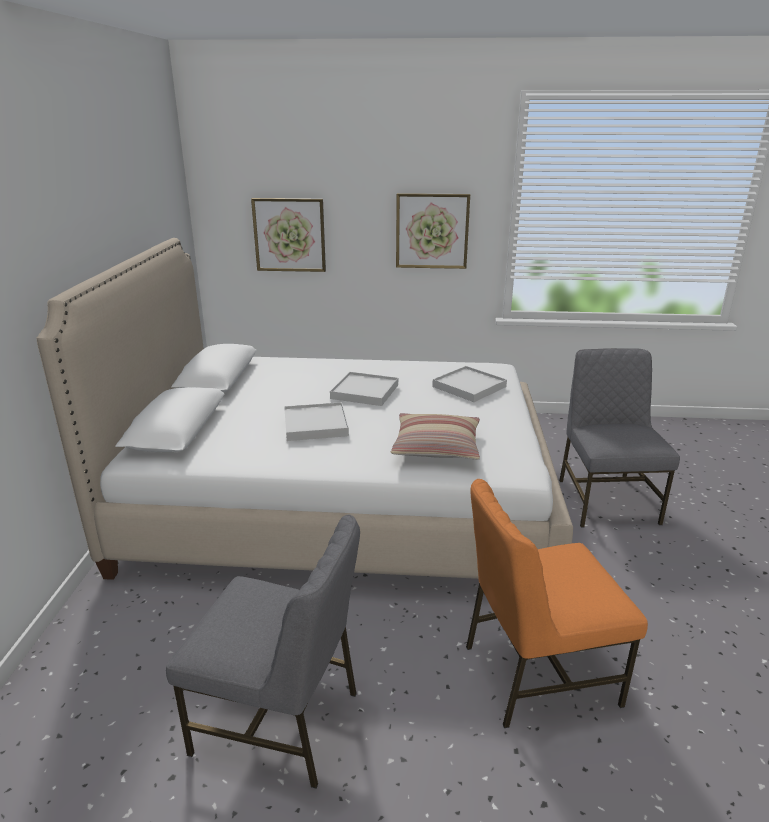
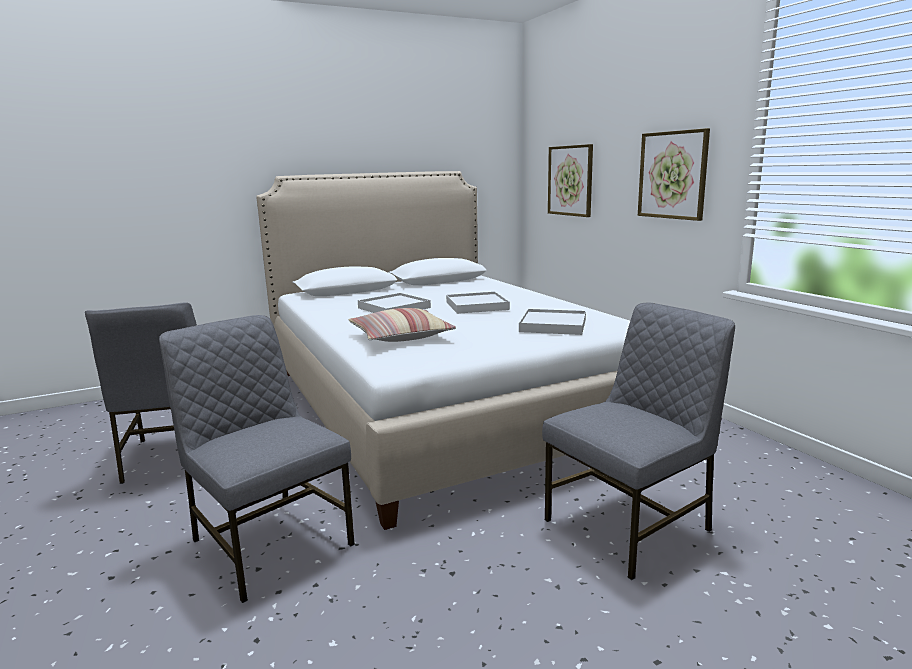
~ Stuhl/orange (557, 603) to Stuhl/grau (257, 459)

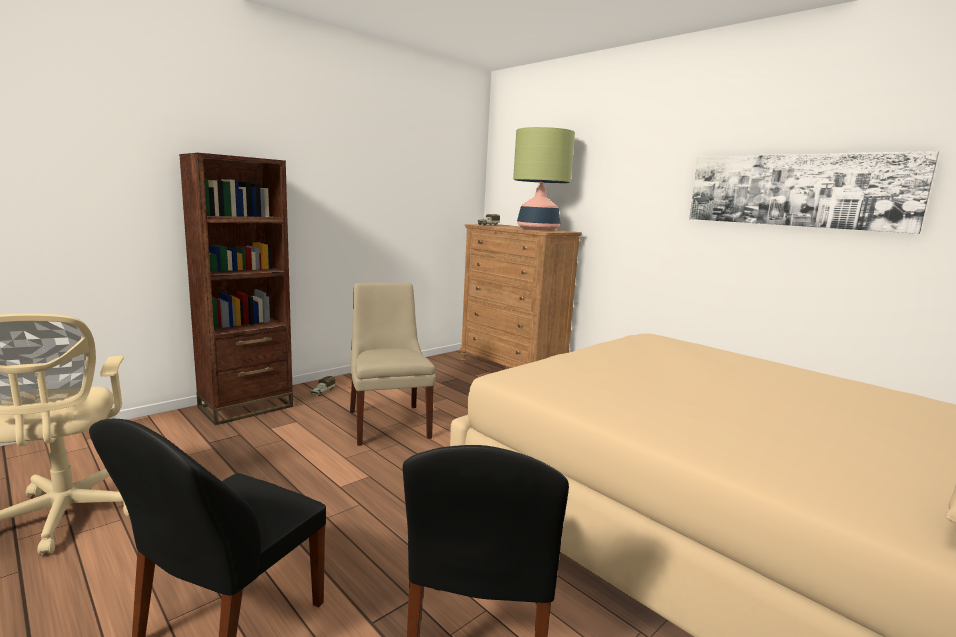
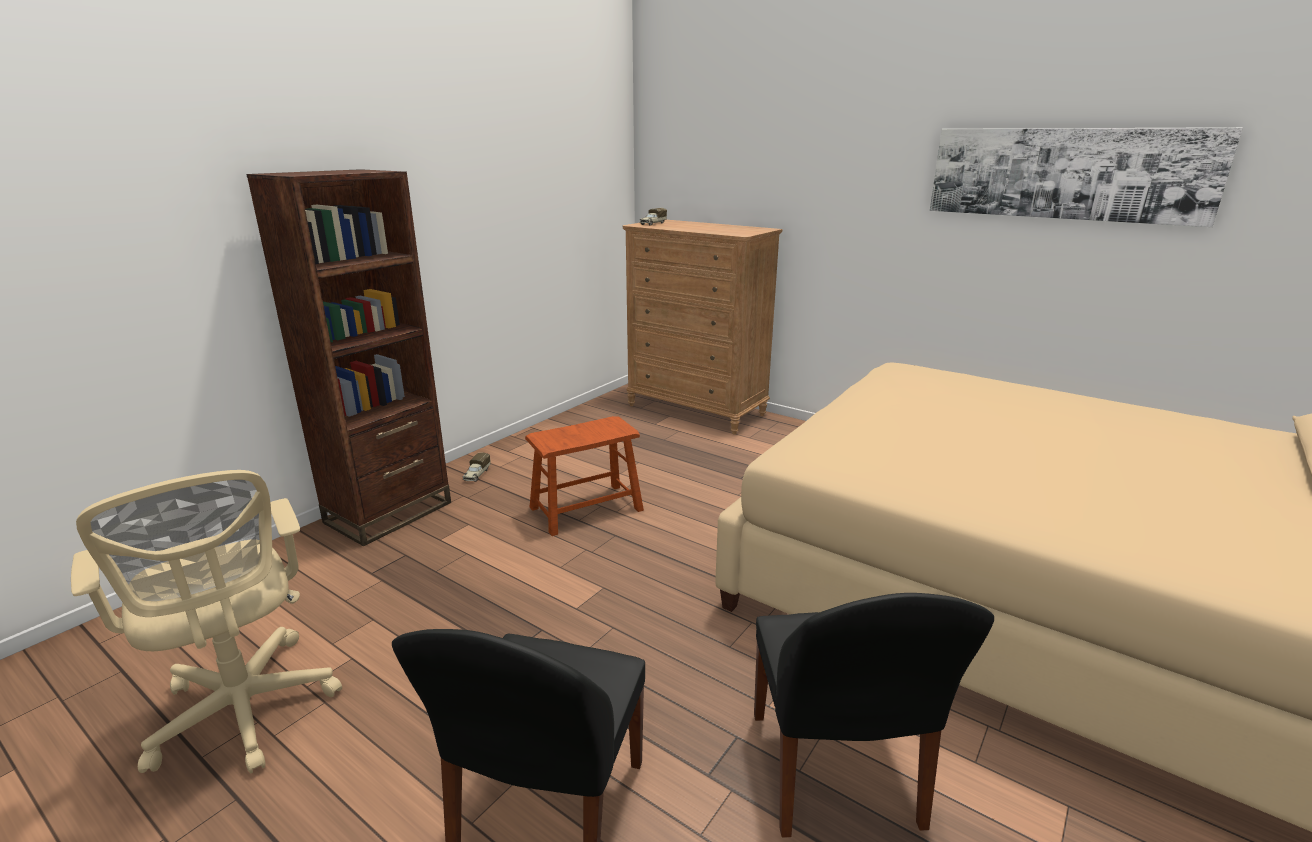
- Tischlampe (544, 179)
~ Stuhl/beige (393, 364) to Hocker/braun (584, 476)

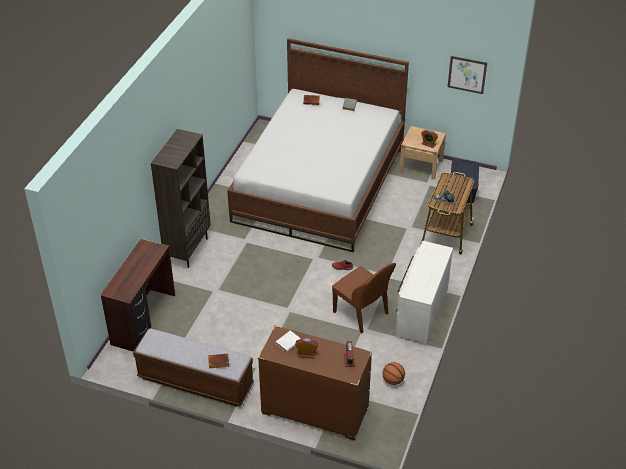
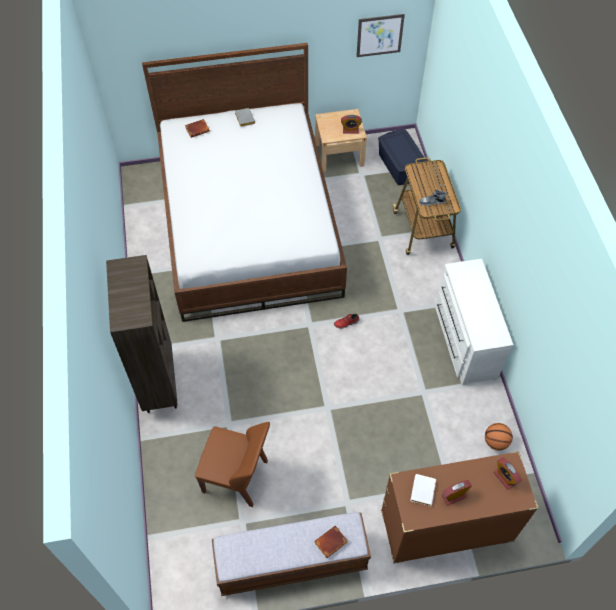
- Schreibtisch/braun (138, 295)
~ Stuhl/braun (364, 298) to (232, 464)

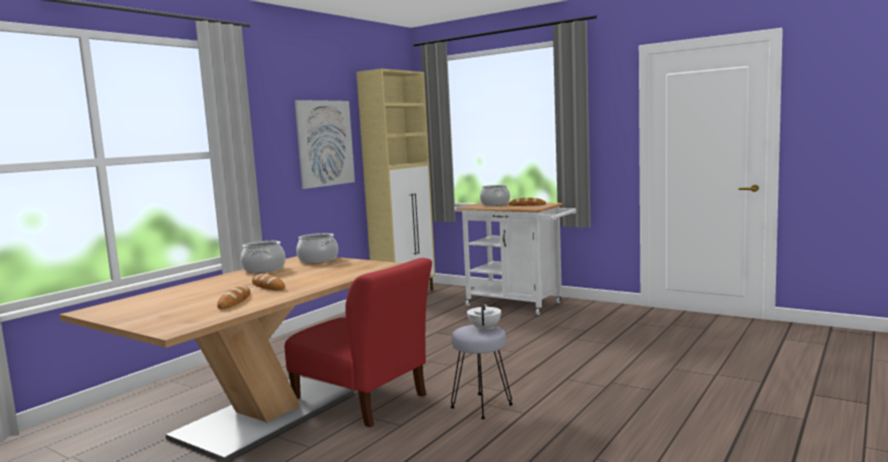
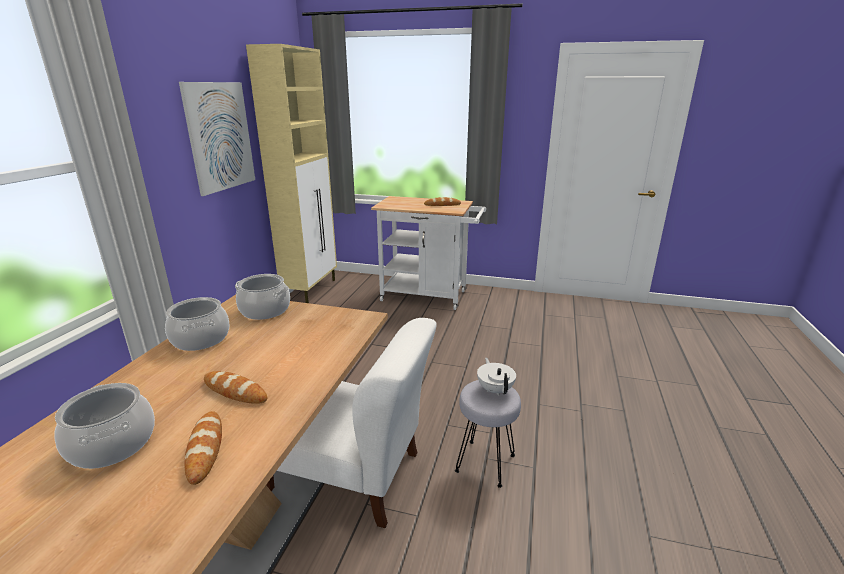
~ Kochtopf (495, 195) to (104, 426)
~ Stuhl/rot (358, 342) to Stuhl/weiß (351, 423)

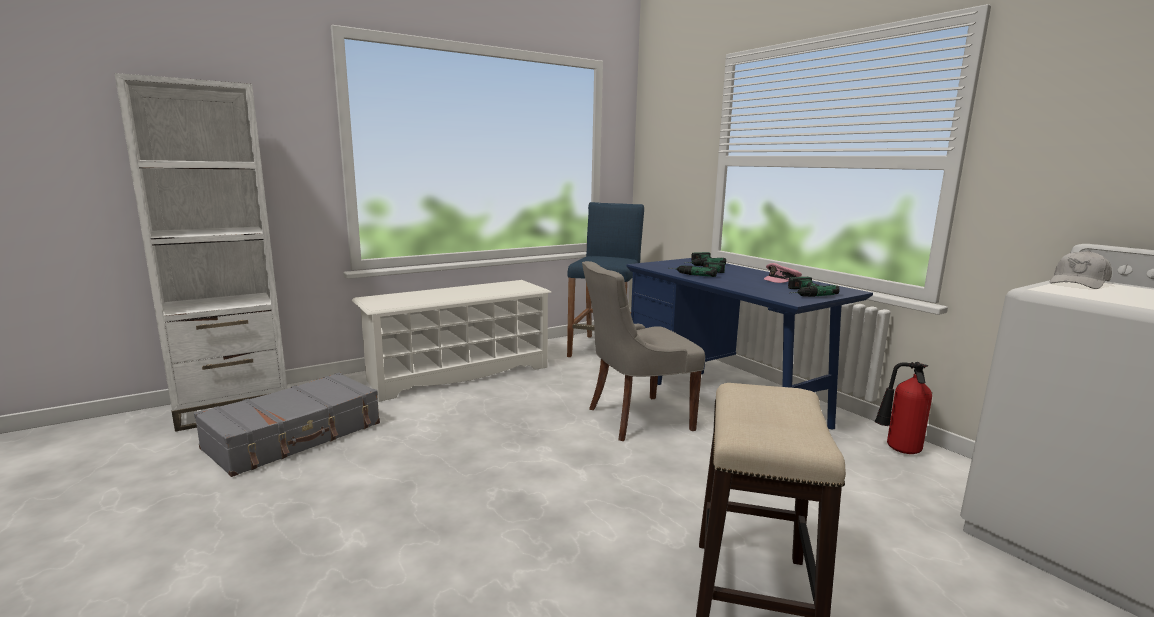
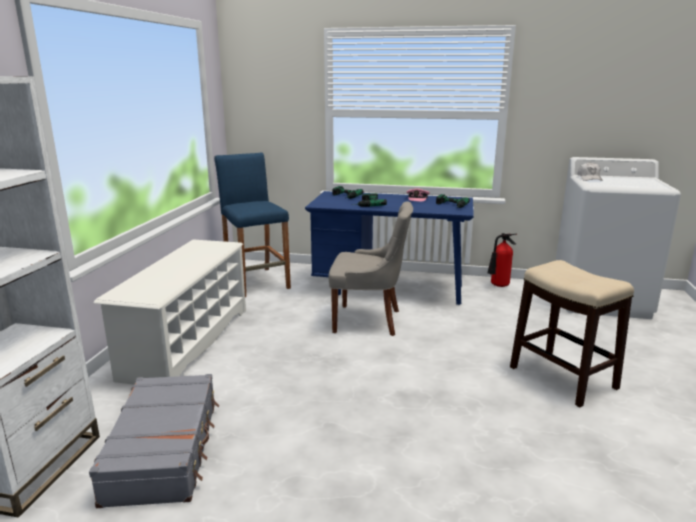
~ Stuhl/grau (643, 351) = (371, 269) 105 degrees counterclockwise

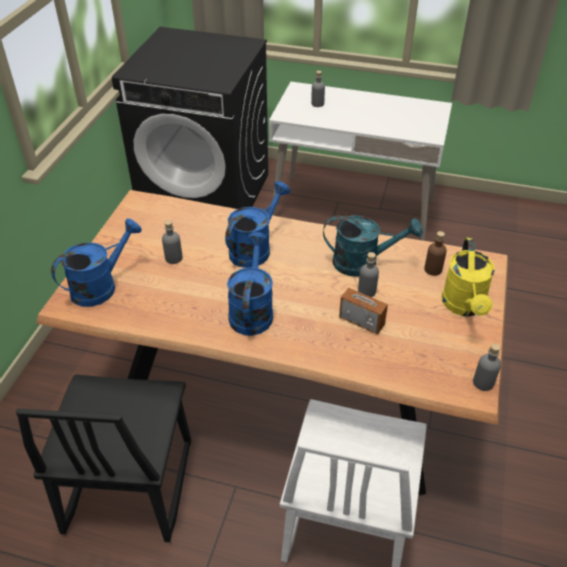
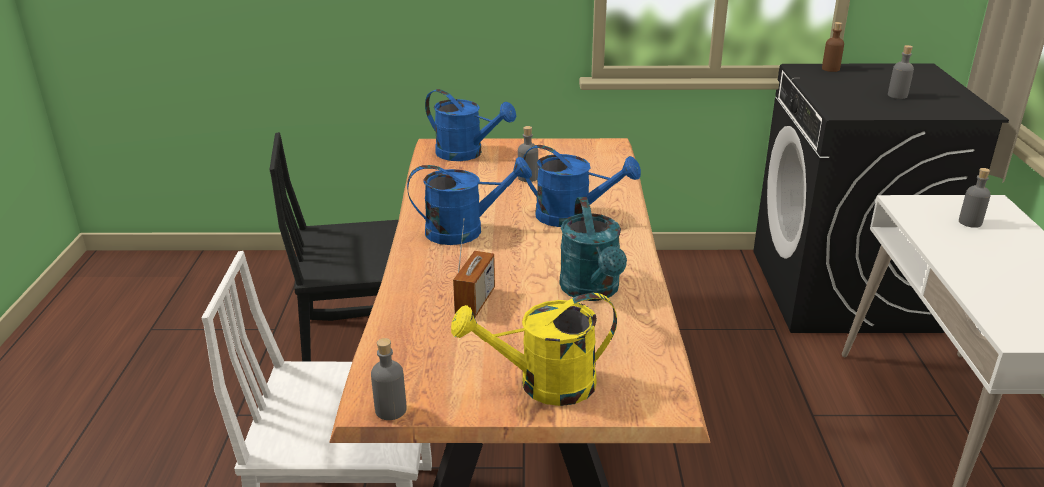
~ Flasche/grau (368, 274) to (901, 72)
~ Flasche/braun (435, 253) to (833, 47)

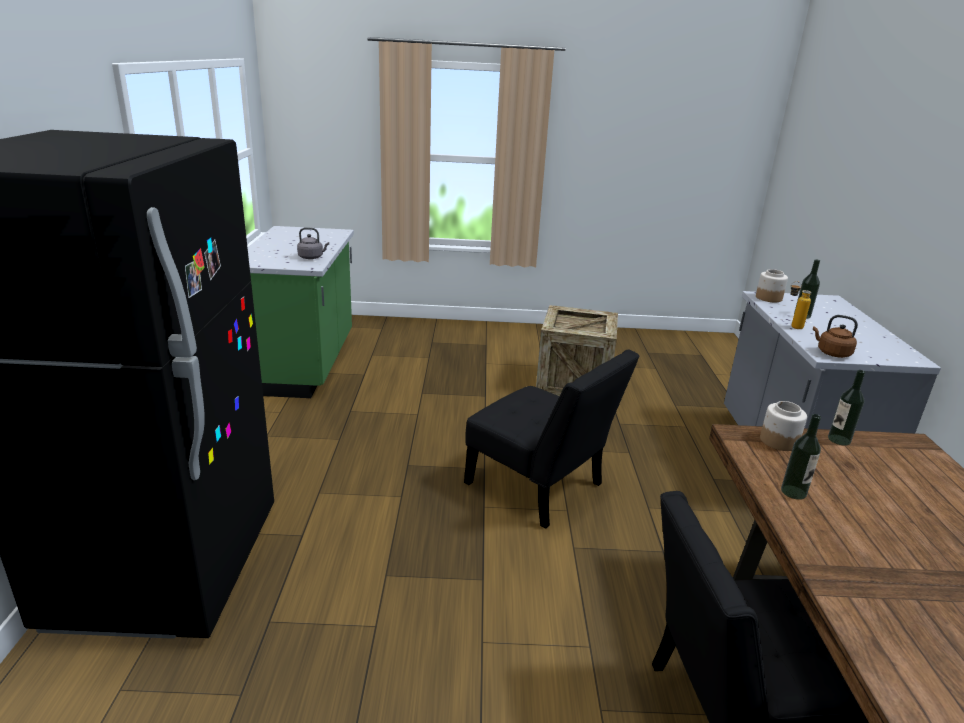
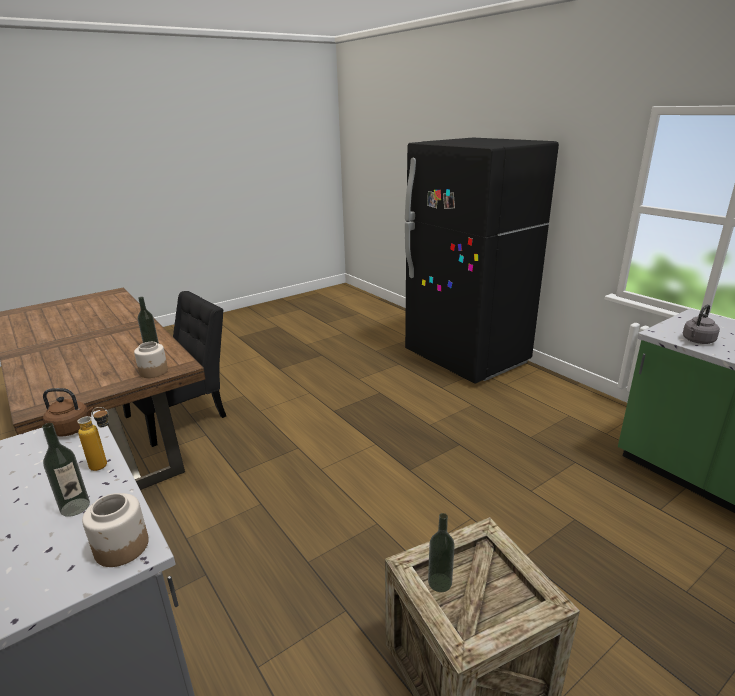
- Stuhl/schwarz (552, 439)
~ Flasche (847, 408) to (441, 552)

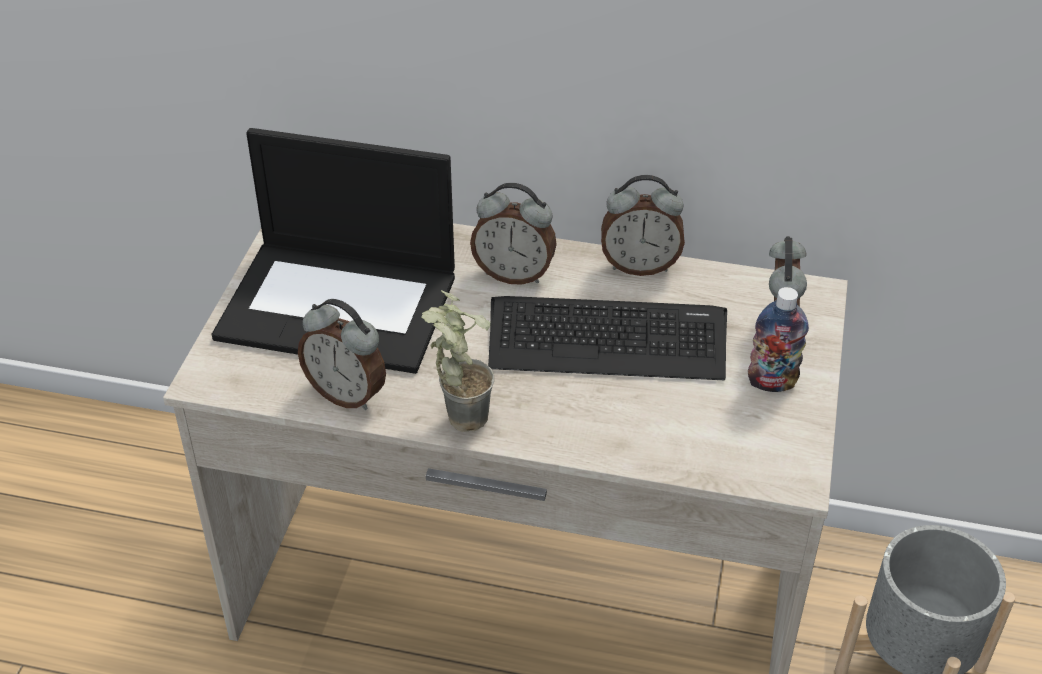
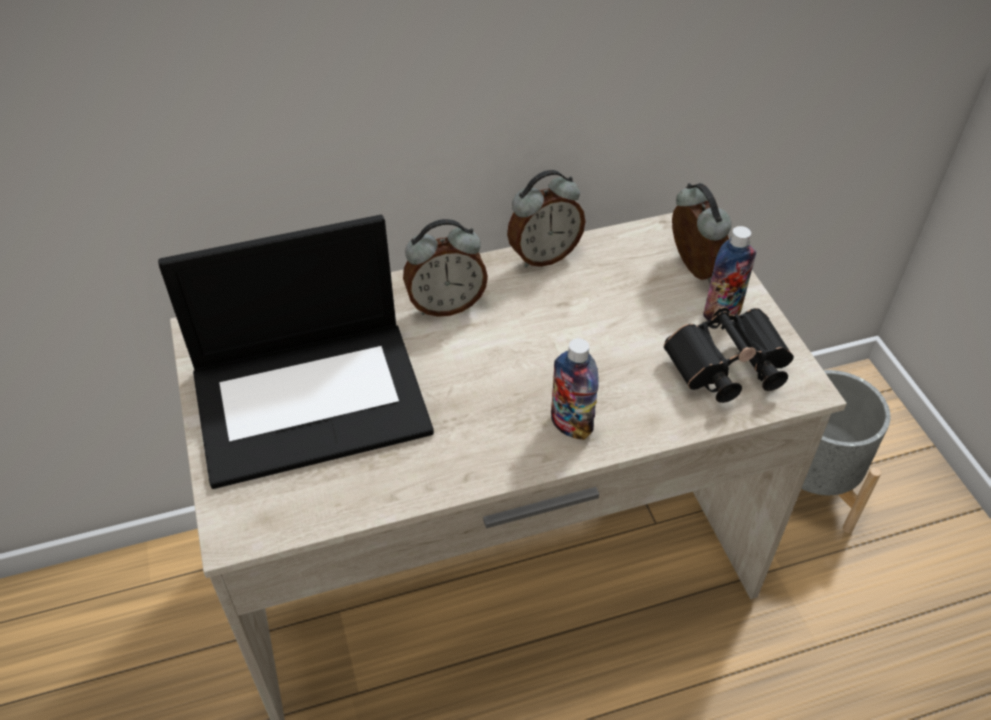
- Wecker (342, 354)
- Topfpflanze (458, 361)
- Tastatur (607, 338)
+ Flasche (575, 389)
+ Fernglas/schwarz (729, 354)

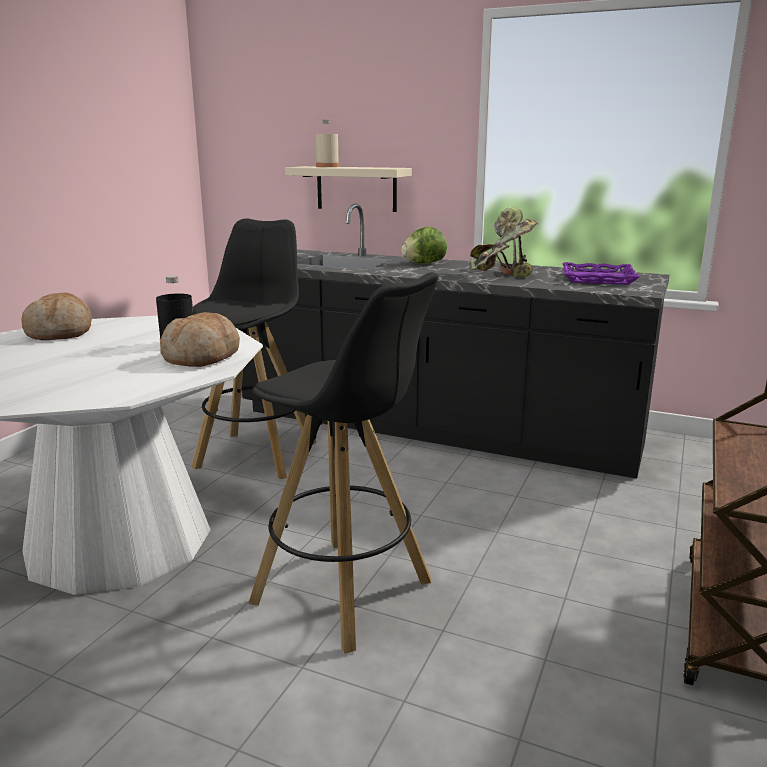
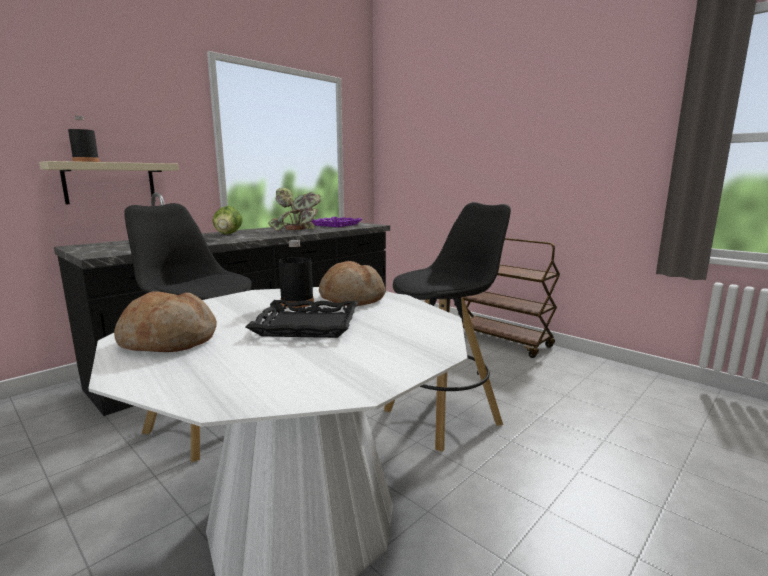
+ Tablett/schwarz (301, 319)
~ Flasche/beige (327, 143) to Flasche/schwarz (83, 139)

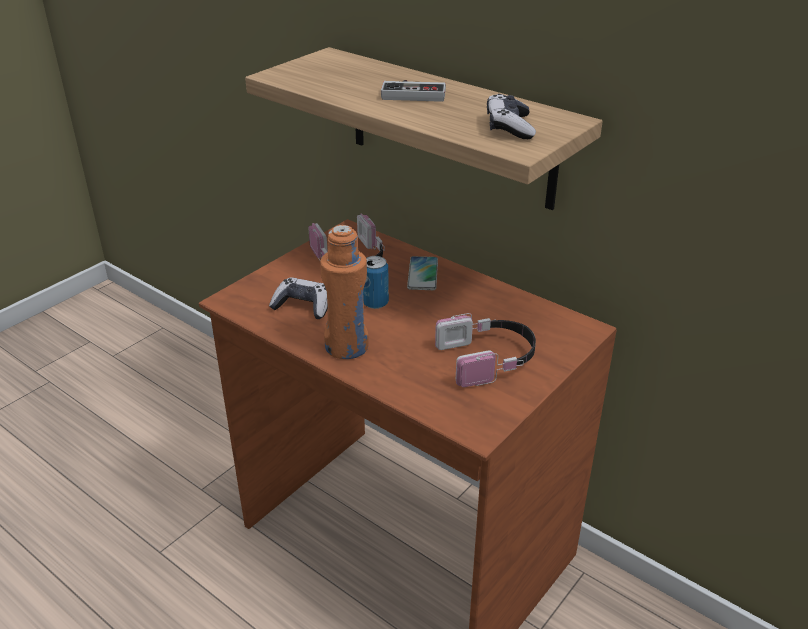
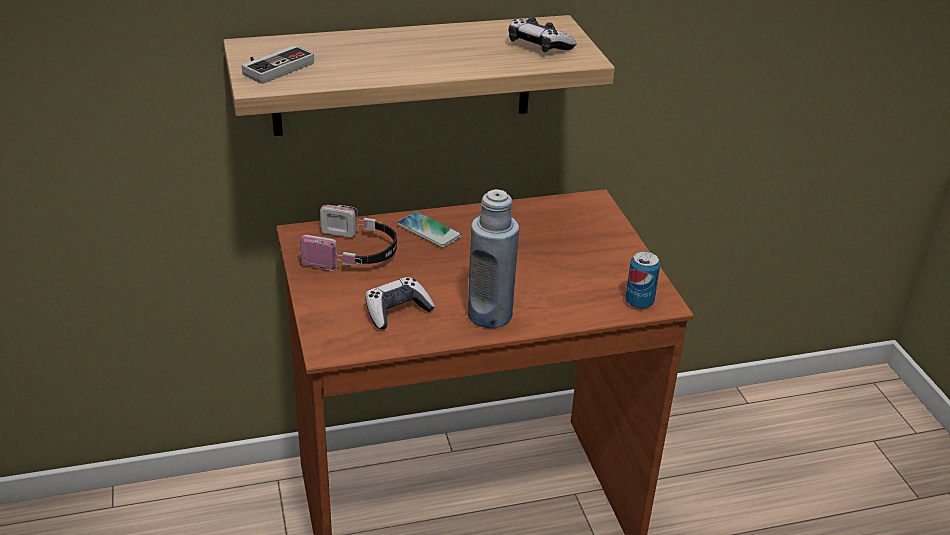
- Kopfhörer (485, 350)
~ Dose (376, 282) to (642, 280)
~ Gamepad (413, 91) to (278, 64)
~ Flasche/orange (344, 292) to Flasche/blau (493, 258)

